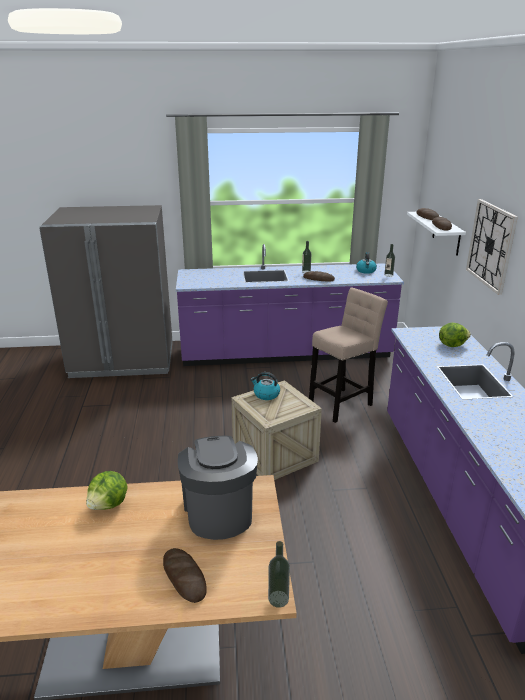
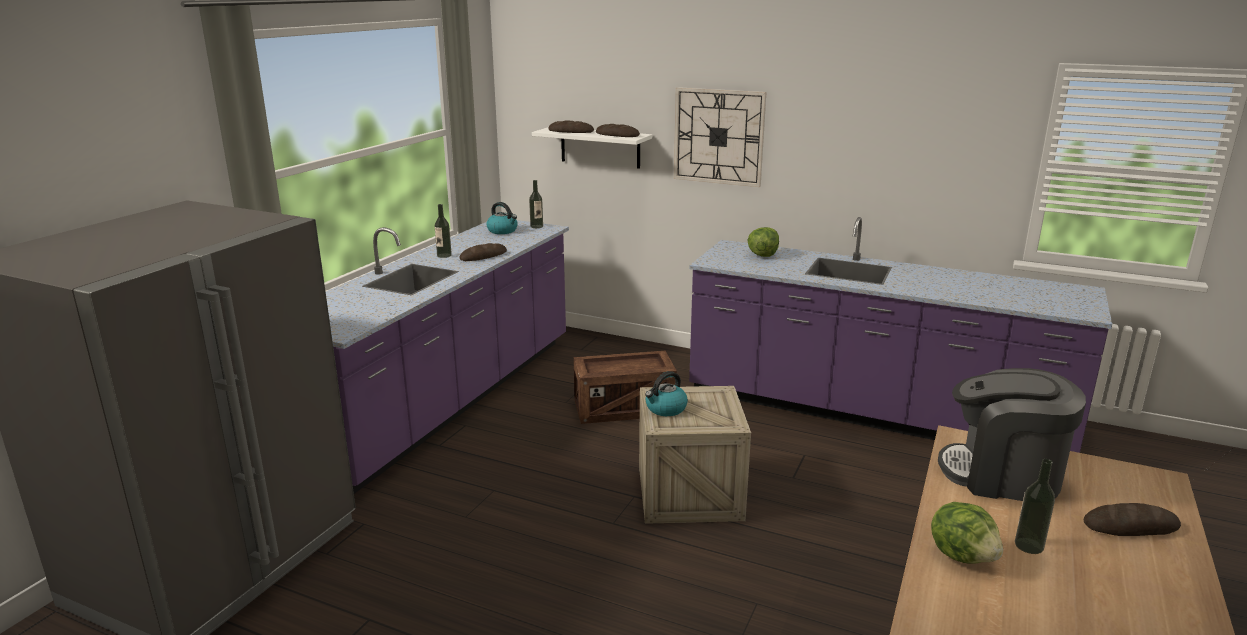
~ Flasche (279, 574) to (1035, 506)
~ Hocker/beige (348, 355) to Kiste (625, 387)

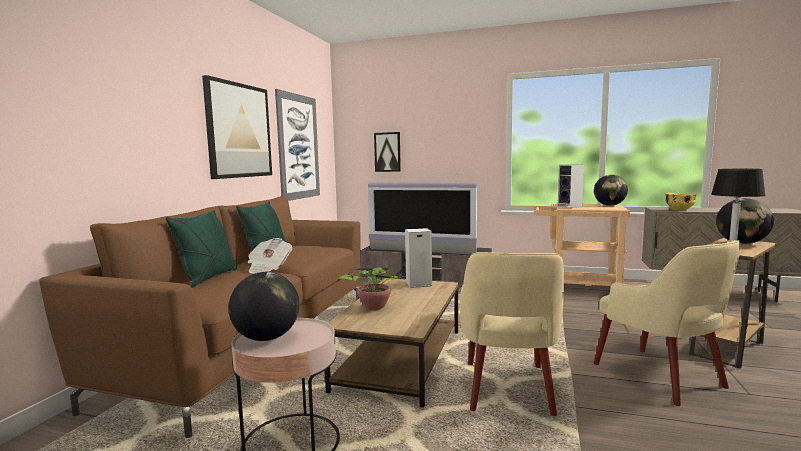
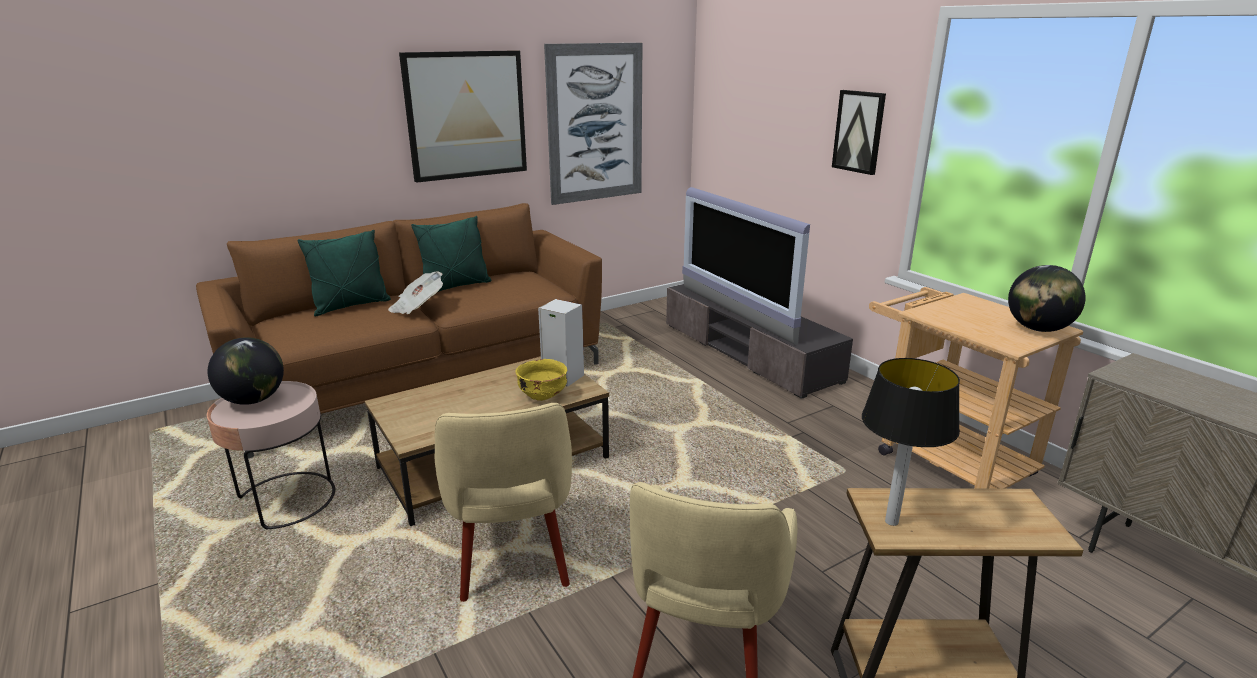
- Topfpflanze (372, 287)
- Lautsprecher (570, 186)
- Globus (745, 221)
~ Bild (387, 152) to (859, 132)
~ Schüssel/gelb (680, 201) to (541, 380)
~ Sessel/beige (512, 334) = (503, 502) 60 degrees counterclockwise

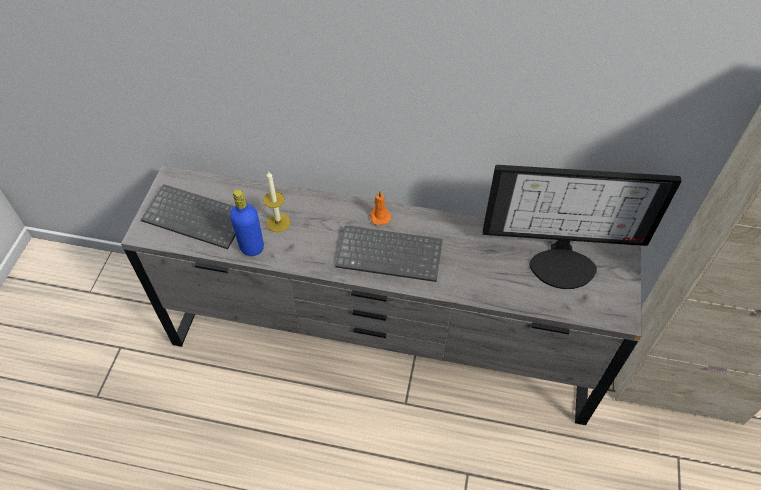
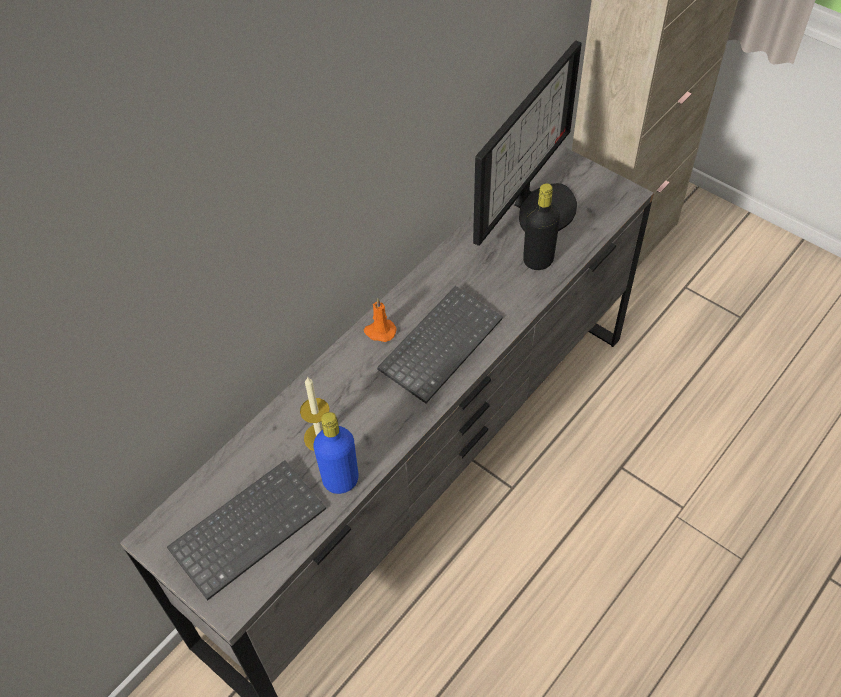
+ Flasche/schwarz (541, 226)

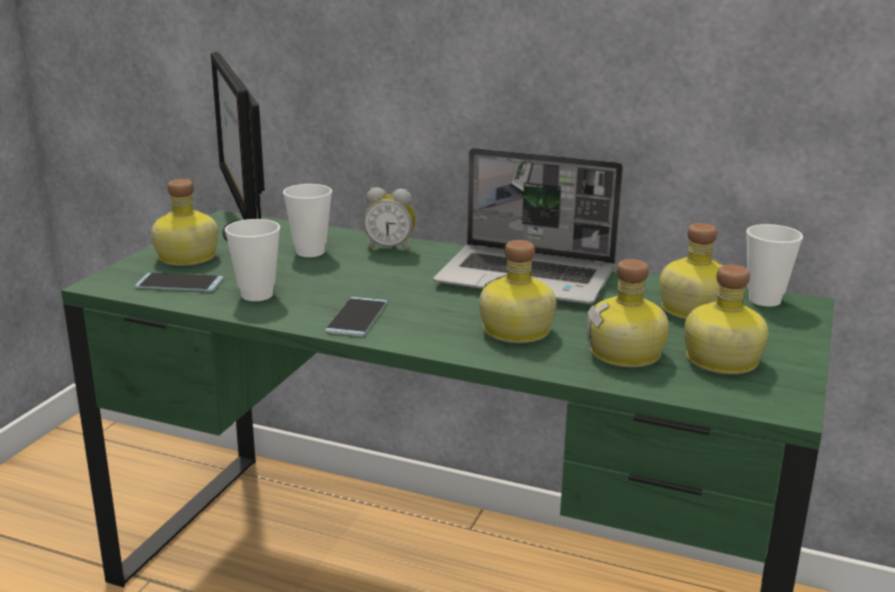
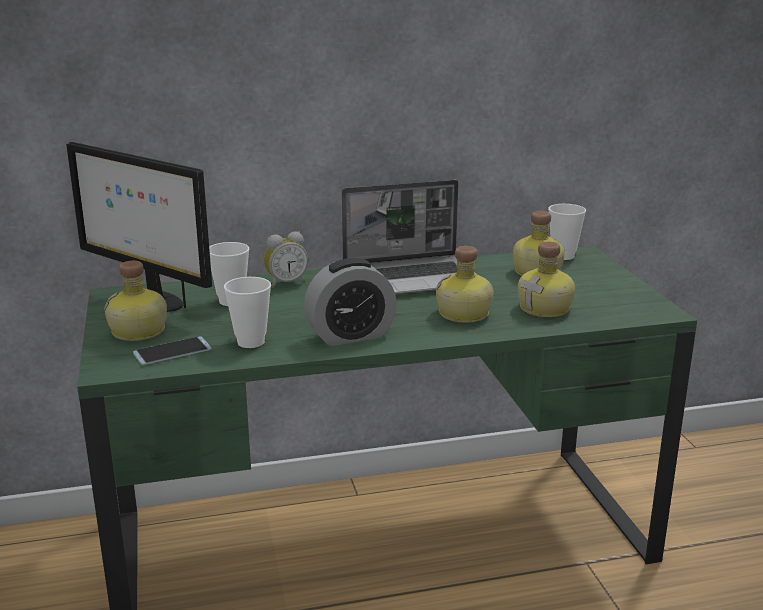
- Flasche (726, 319)
~ Handy (356, 316) to Wecker (350, 302)

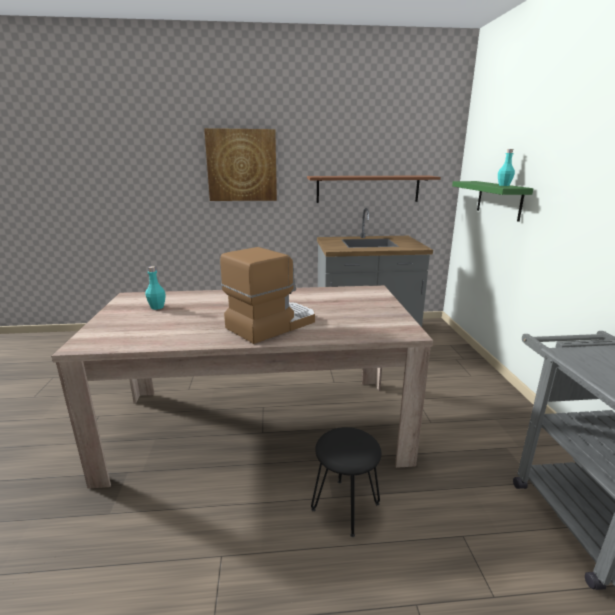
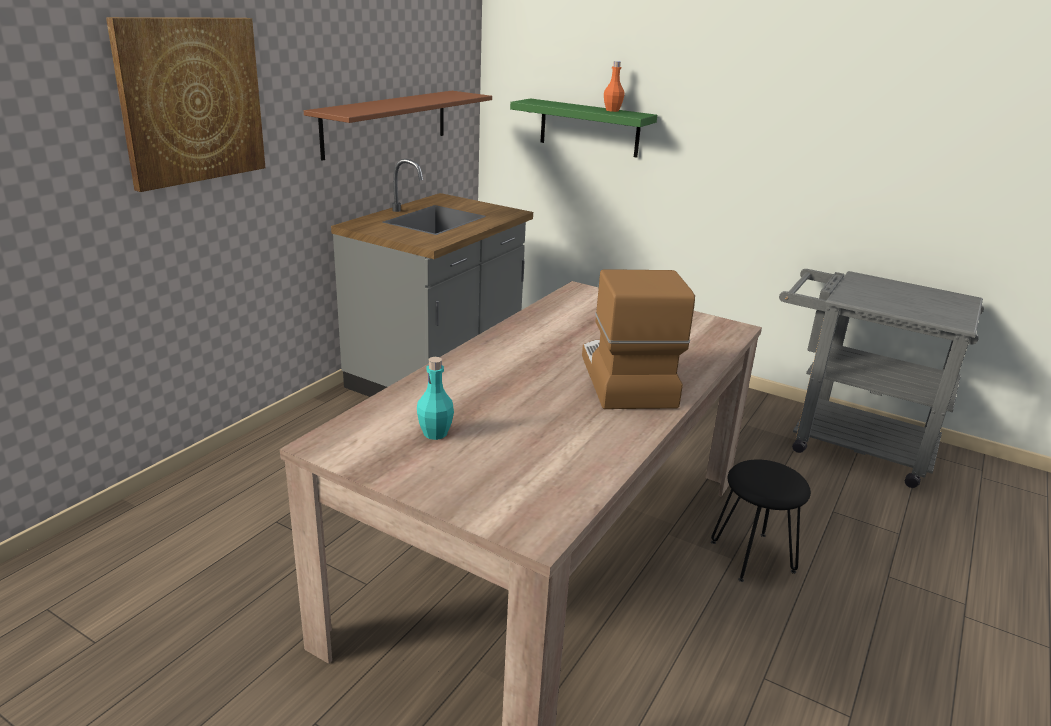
~ Flasche/türkis (506, 167) to Flasche/orange (614, 86)

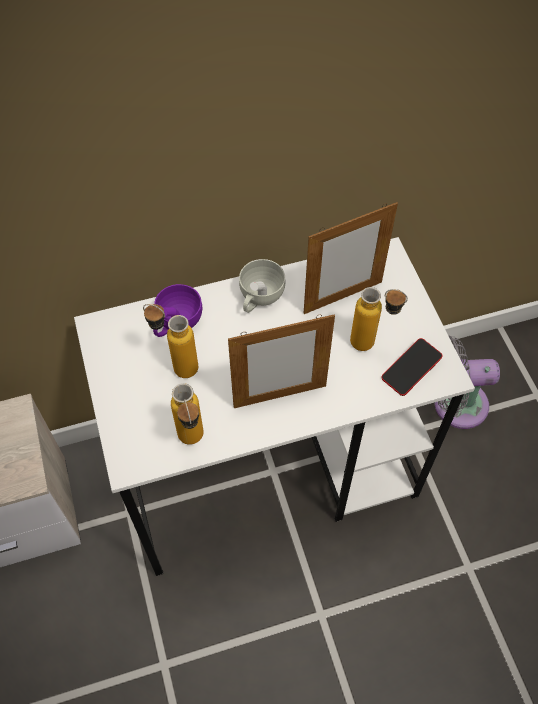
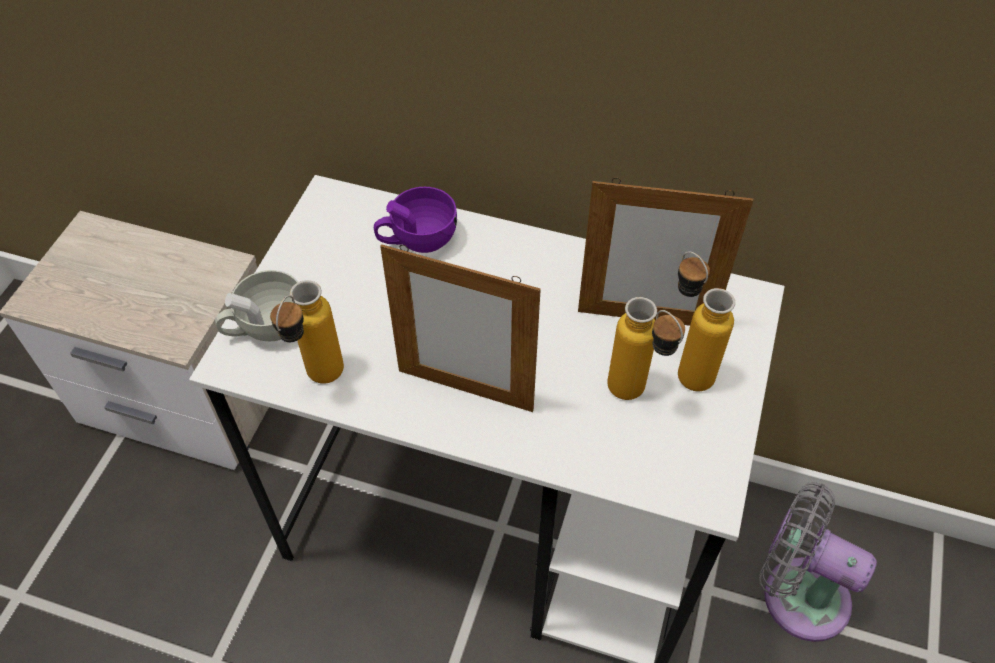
- Handy (412, 367)
~ Flasche (170, 341) to (706, 321)
~ Tasse/weiß (262, 286) to (256, 305)

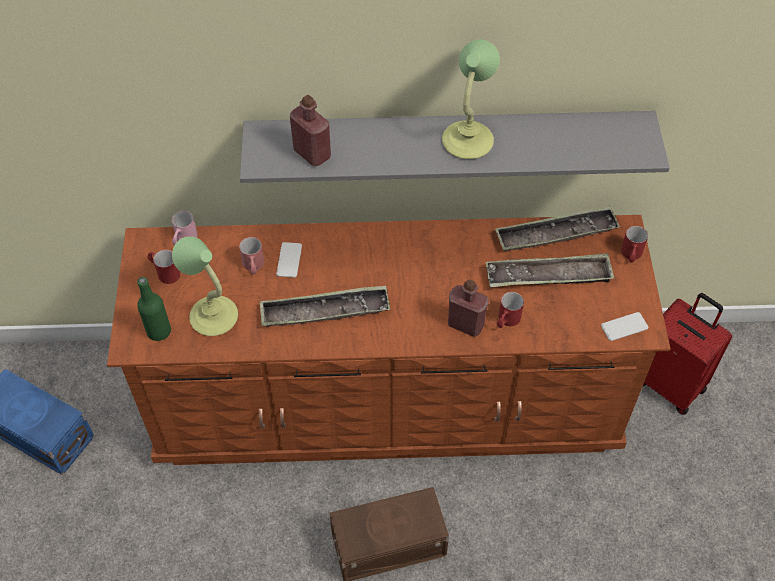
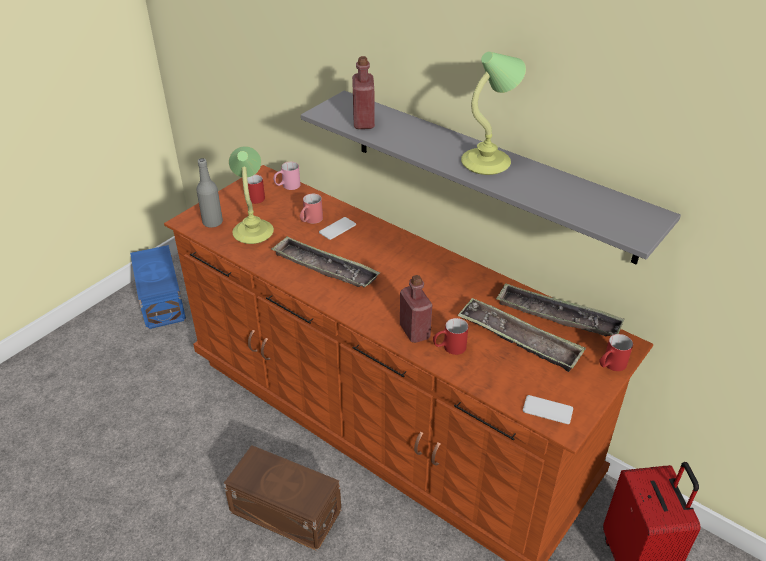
~ Flasche/grün (154, 309) to Flasche/grau (209, 193)

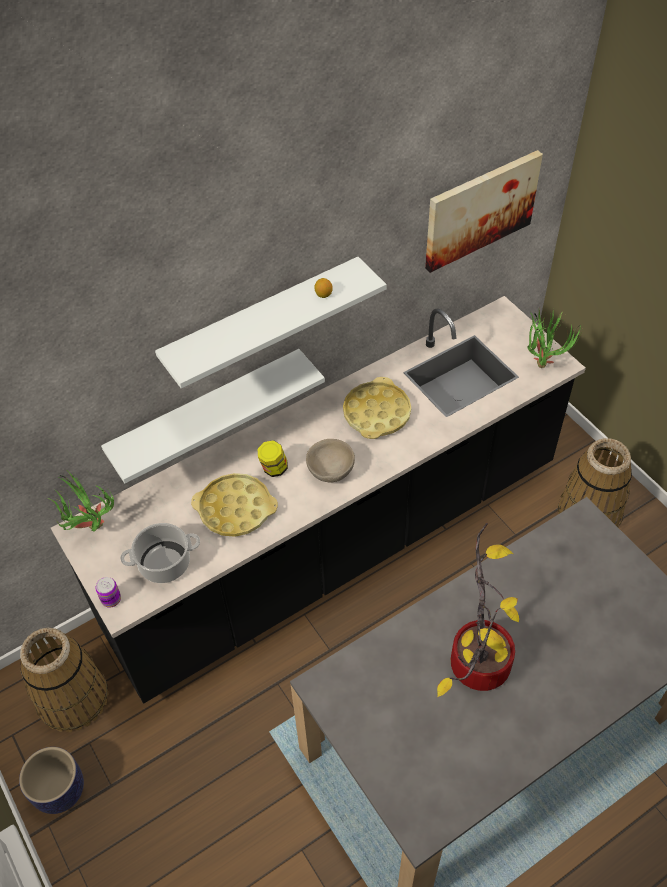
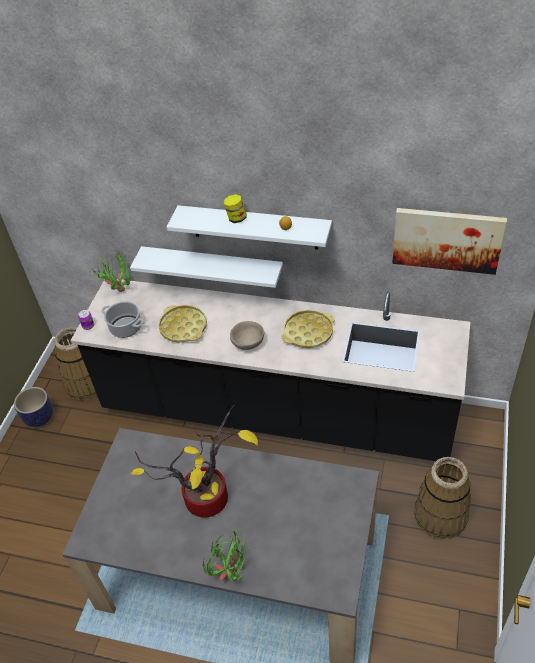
~ Vorratsglas (272, 458) to (235, 208)
~ Topfpflanze (555, 338) to (225, 554)

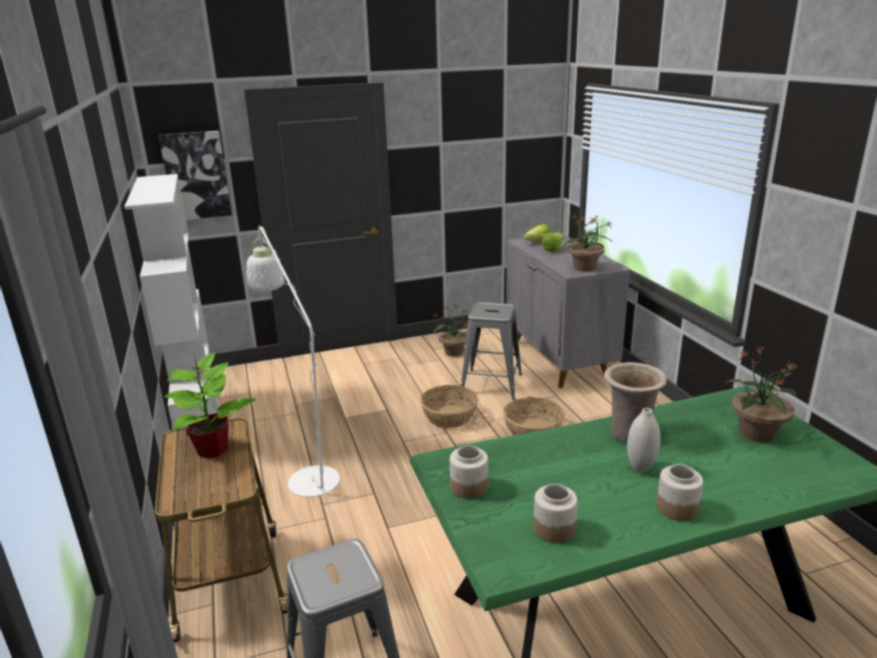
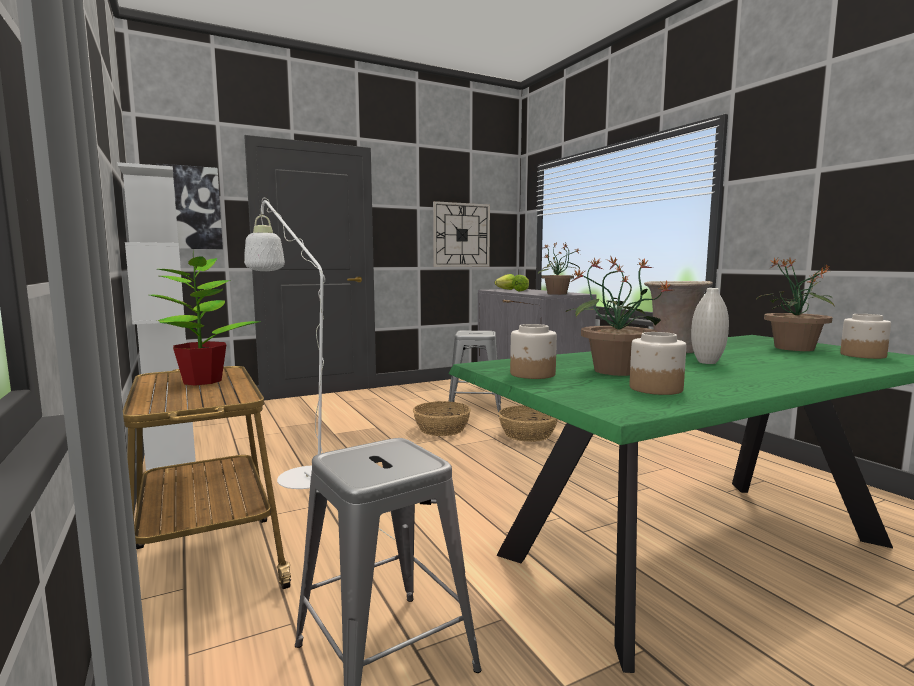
+ Wanduhr (461, 234)
~ Topfpflanze (451, 330) to (619, 316)
~ Vorratsglas (680, 492) to (865, 336)

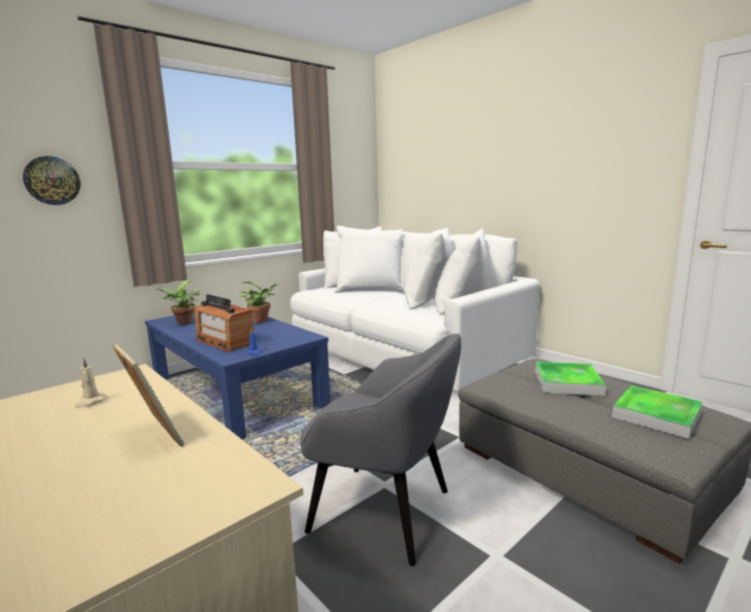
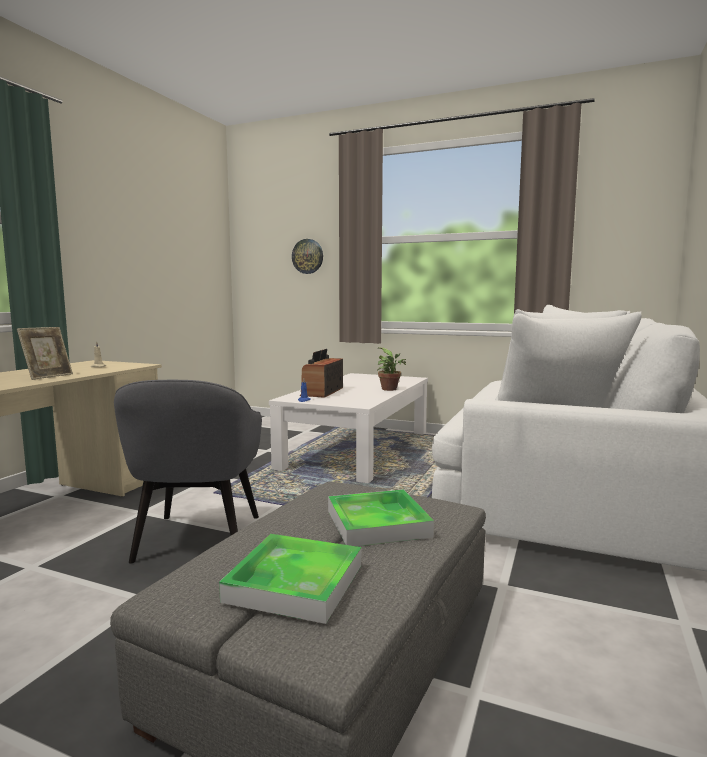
- Topfpflanze (177, 302)
~ Couchtisch/blau (238, 372) to Couchtisch/weiß (348, 428)

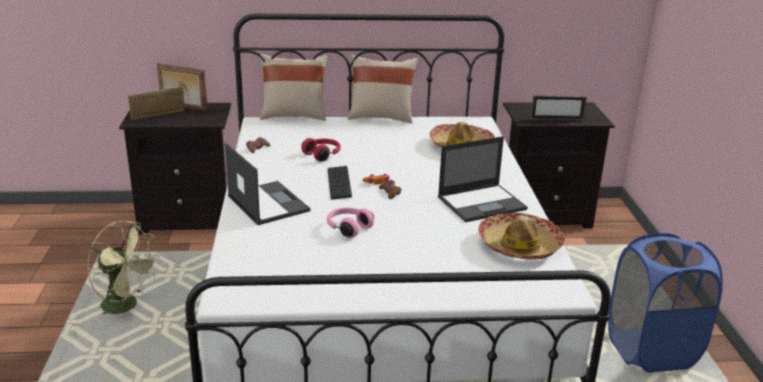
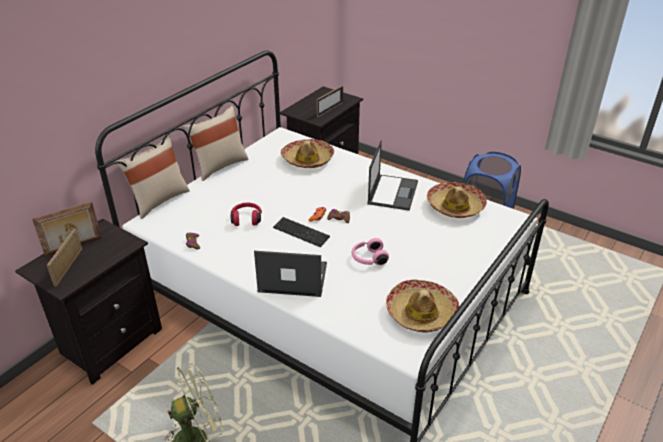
+ Hut (422, 306)

